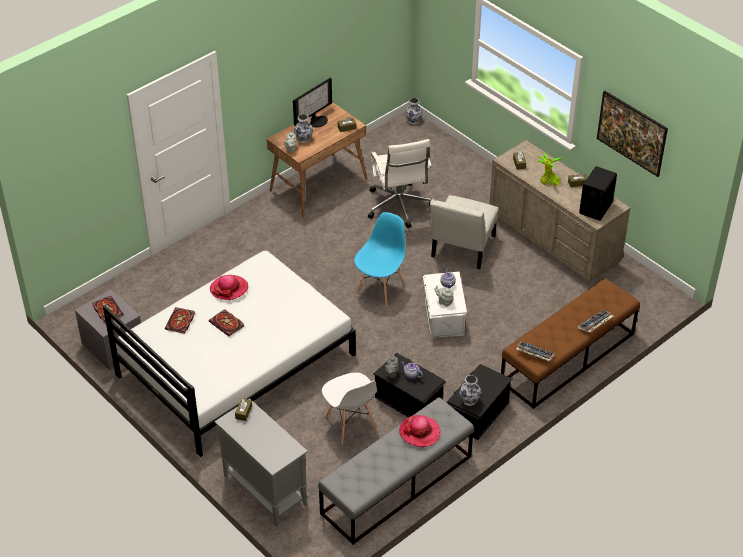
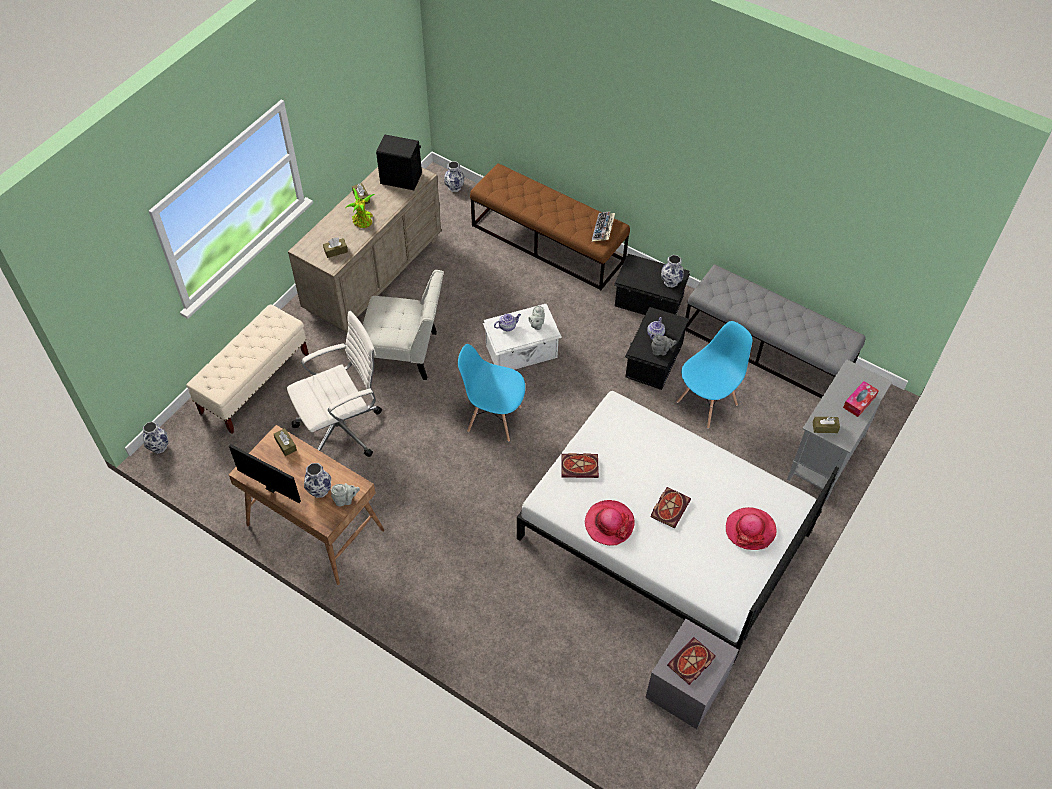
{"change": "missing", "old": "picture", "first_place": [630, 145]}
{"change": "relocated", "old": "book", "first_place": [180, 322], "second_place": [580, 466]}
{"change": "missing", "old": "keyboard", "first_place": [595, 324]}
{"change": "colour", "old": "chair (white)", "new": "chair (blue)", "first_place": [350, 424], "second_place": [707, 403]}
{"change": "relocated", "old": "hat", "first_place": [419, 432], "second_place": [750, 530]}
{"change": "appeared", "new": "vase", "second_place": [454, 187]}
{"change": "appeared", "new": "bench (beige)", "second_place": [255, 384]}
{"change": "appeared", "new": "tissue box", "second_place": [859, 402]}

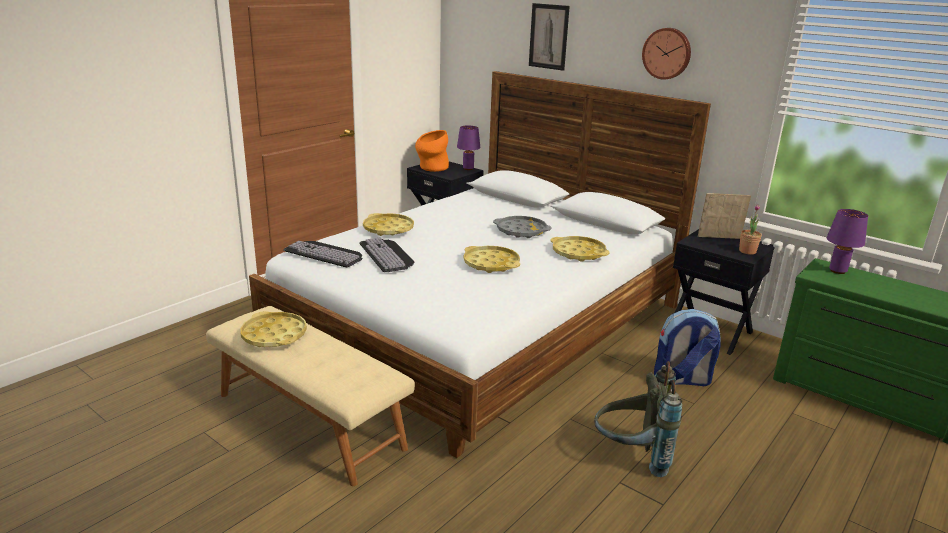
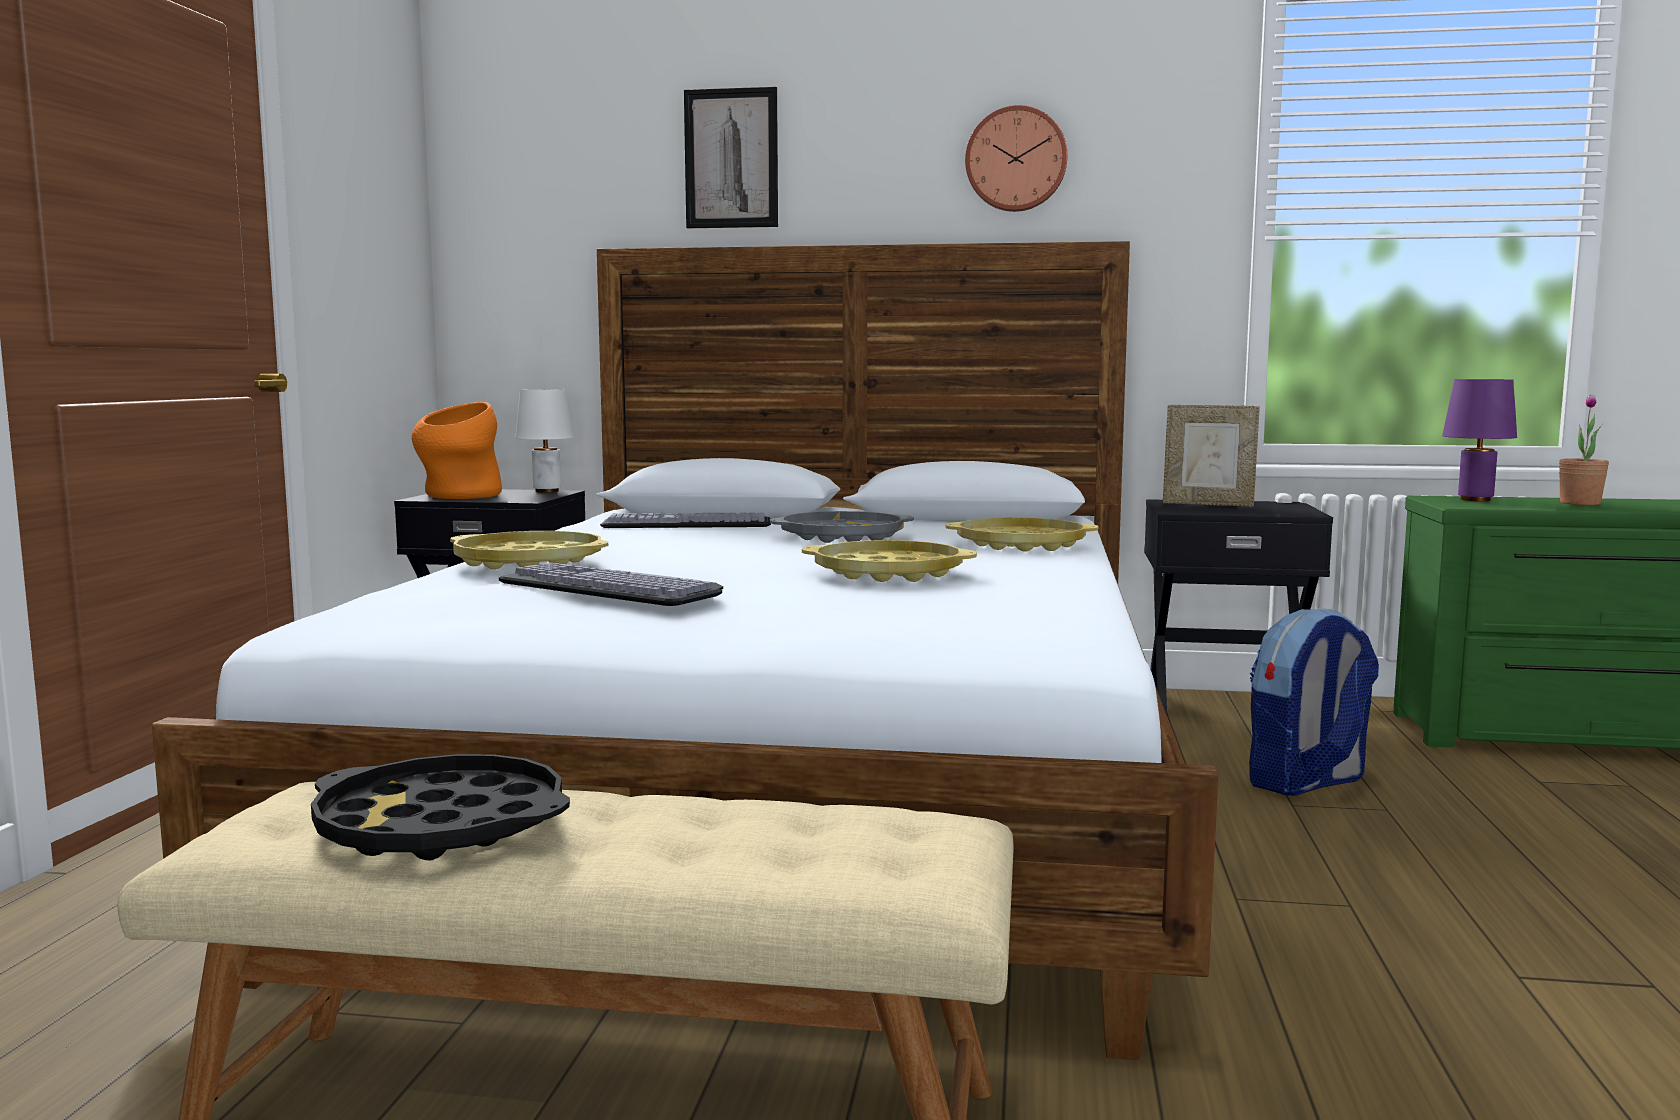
{"change": "colour", "old": "table lamp (purple)", "new": "table lamp (white)", "first_place": [468, 169], "second_place": [547, 491]}
{"change": "spun", "old": "picture frame", "first_place": [719, 238], "second_place": [1208, 504], "degrees": -135}
{"change": "relocated", "old": "potted plant", "first_place": [747, 251], "second_place": [1580, 503]}
{"change": "relocated", "old": "keyboard", "first_place": [326, 253], "second_place": [689, 522]}
{"change": "colour", "old": "tray (yellow)", "new": "tray (black)", "first_place": [274, 335], "second_place": [441, 826]}
{"change": "missing", "old": "backpack (grey)", "first_place": [631, 456]}

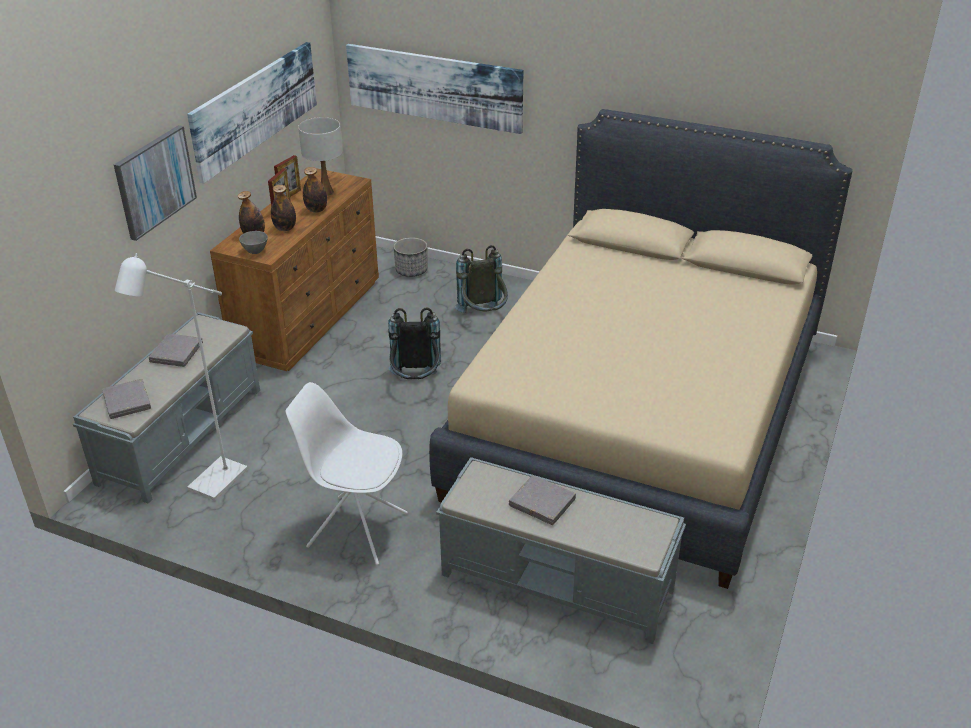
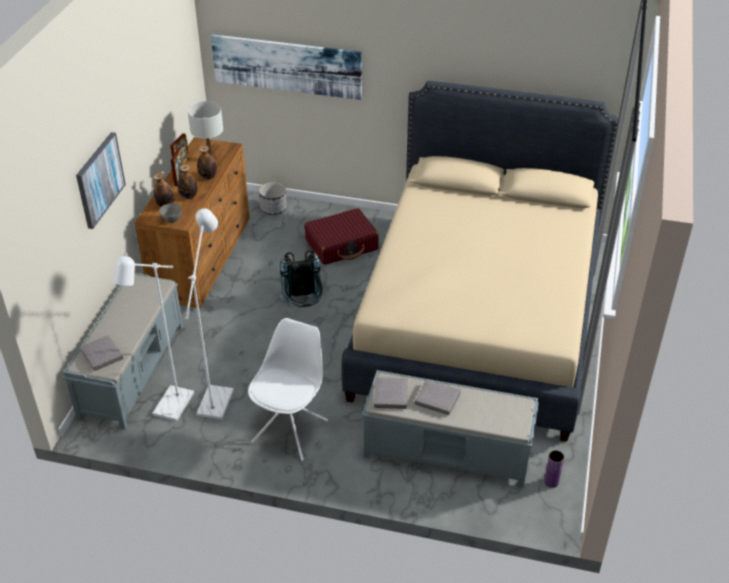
{"change": "missing", "old": "picture", "first_place": [255, 108]}
{"change": "exchanged", "old": "backpack (grey)", "new": "suitcase (red)", "first_place": [484, 317], "second_place": [342, 245]}
{"change": "relocated", "old": "book (grey)", "first_place": [176, 353], "second_place": [390, 395]}
{"change": "spun", "old": "chair (white)", "first_place": [355, 529], "second_place": [291, 430], "degrees": 105}
{"change": "appeared", "new": "floor lamp (white)", "second_place": [217, 396]}
{"change": "appeared", "new": "vase (purple)", "second_place": [551, 482]}

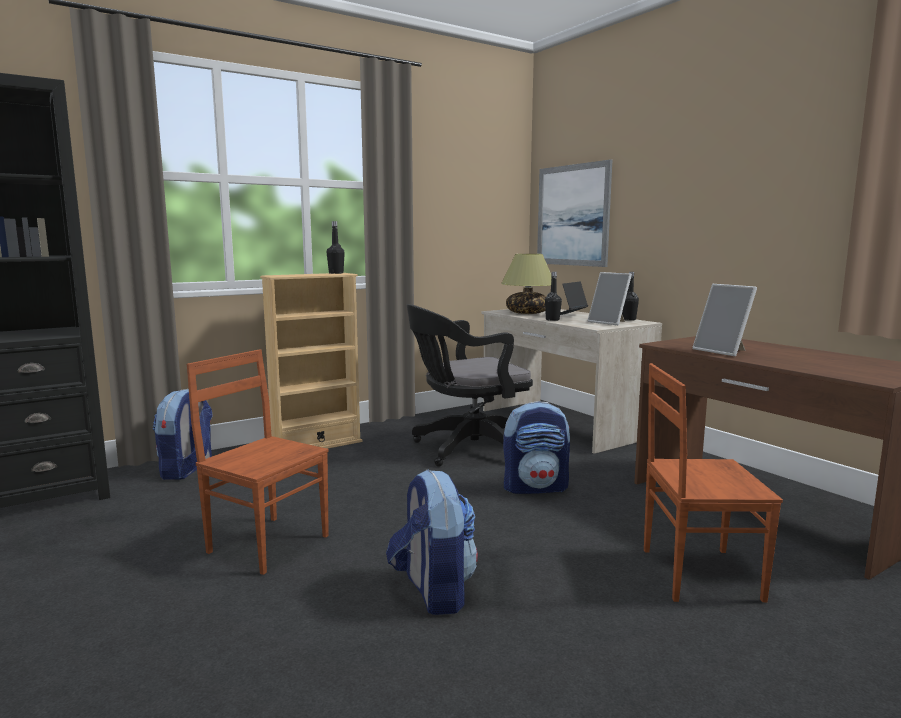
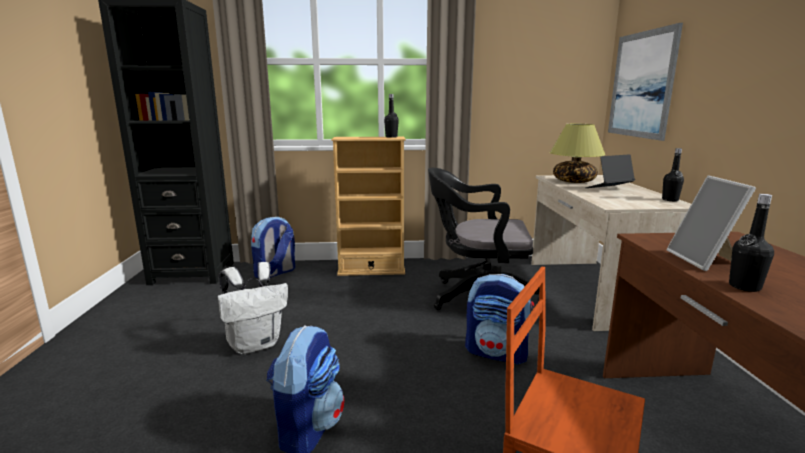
{"change": "relocated", "old": "bottle (black)", "first_place": [552, 320], "second_place": [744, 287]}
{"change": "missing", "old": "picture frame", "first_place": [609, 322]}
{"change": "exchanged", "old": "chair (brown)", "new": "backpack (white)", "first_place": [268, 543], "second_place": [256, 344]}

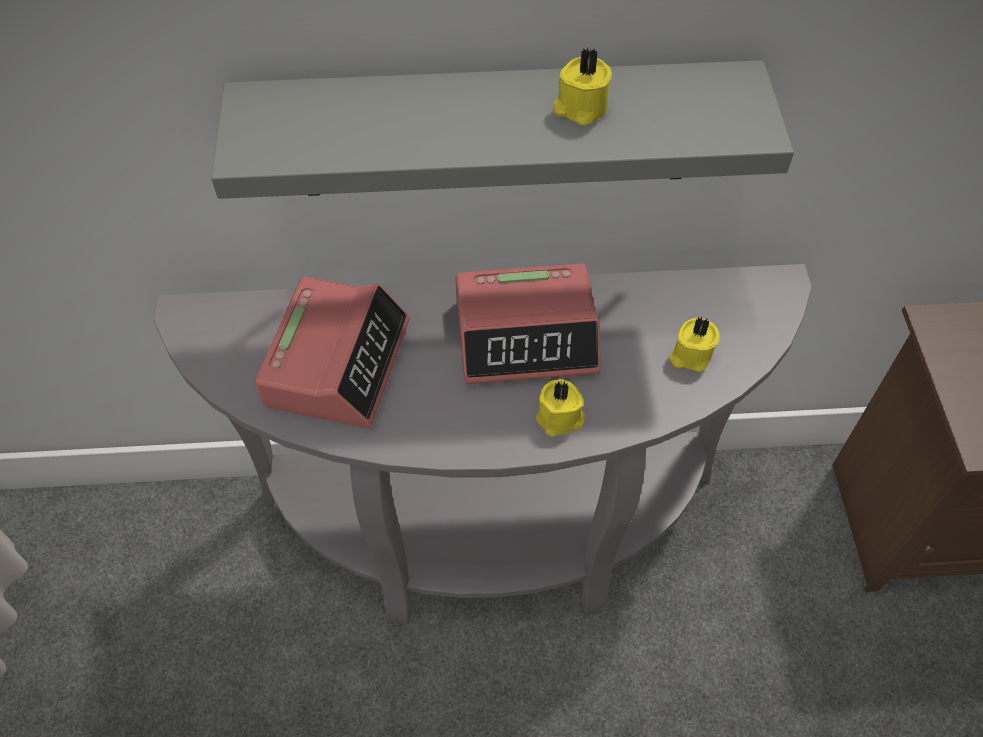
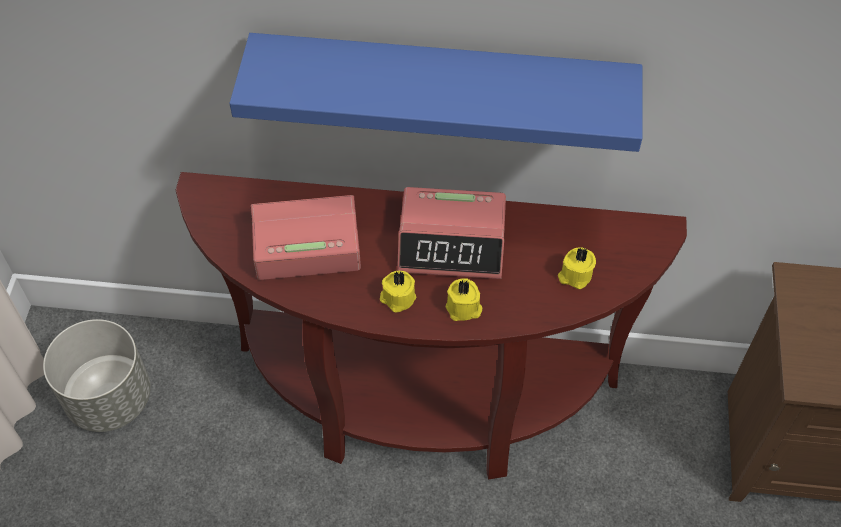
{"change": "relocated", "old": "candle (yellow)", "first_place": [580, 108], "second_place": [397, 298]}
{"change": "colour", "old": "shelf (grey)", "new": "shelf (blue)", "first_place": [496, 130], "second_place": [442, 87]}
{"change": "colour", "old": "console table (grey)", "new": "console table (brown)", "first_place": [490, 536], "second_place": [421, 404]}
{"change": "spun", "old": "alarm clock", "first_place": [337, 362], "second_place": [306, 242], "degrees": -120}
{"change": "appeared", "new": "planter (grey)", "second_place": [110, 399]}

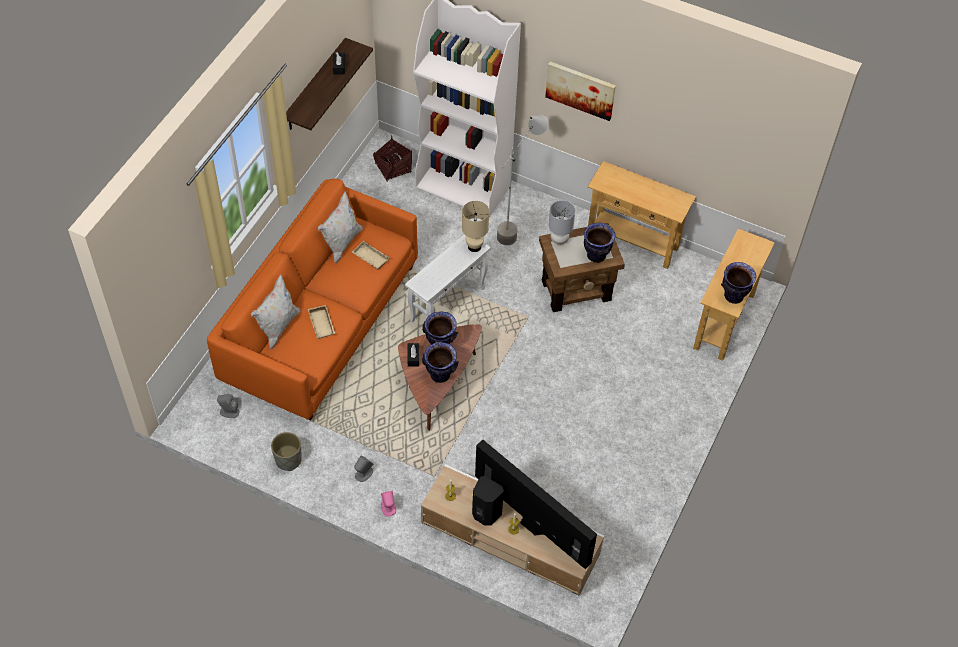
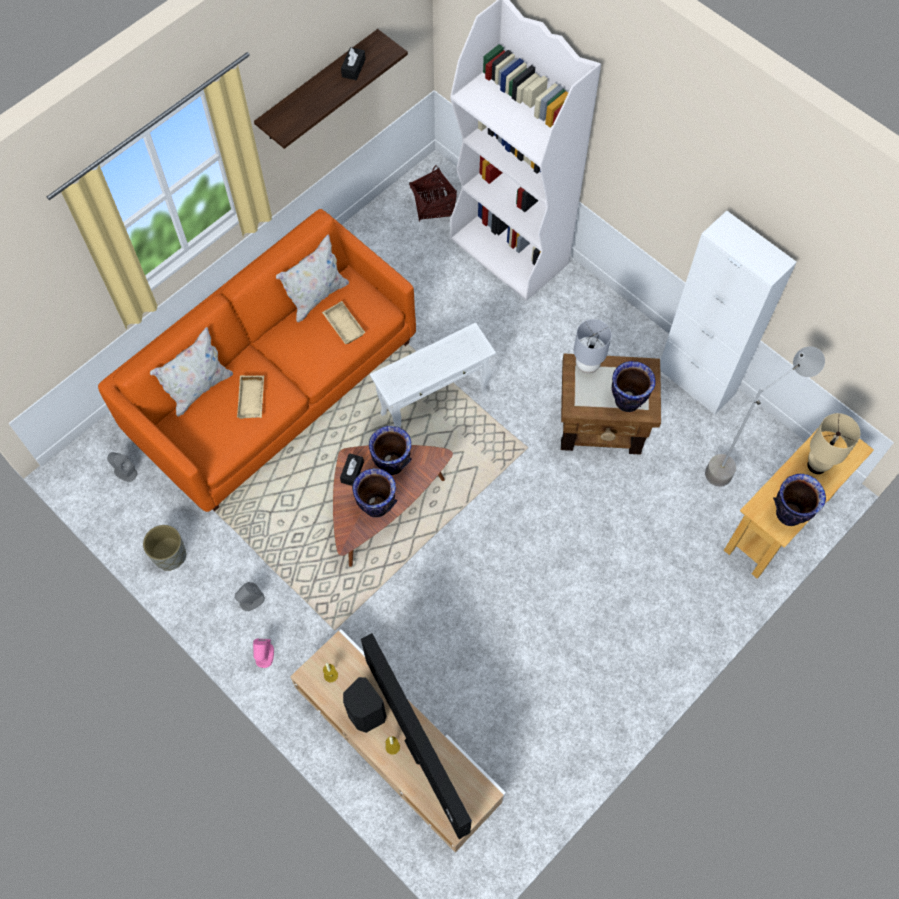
{"change": "missing", "old": "picture", "first_place": [580, 90]}
{"change": "relocated", "old": "floor lamp (grey)", "first_place": [517, 227], "second_place": [737, 463]}
{"change": "exchanged", "old": "console table (beige)", "new": "cabinet (white)", "first_place": [632, 242], "second_place": [696, 381]}
{"change": "relocated", "old": "table lamp (beige)", "first_place": [474, 247], "second_place": [817, 466]}

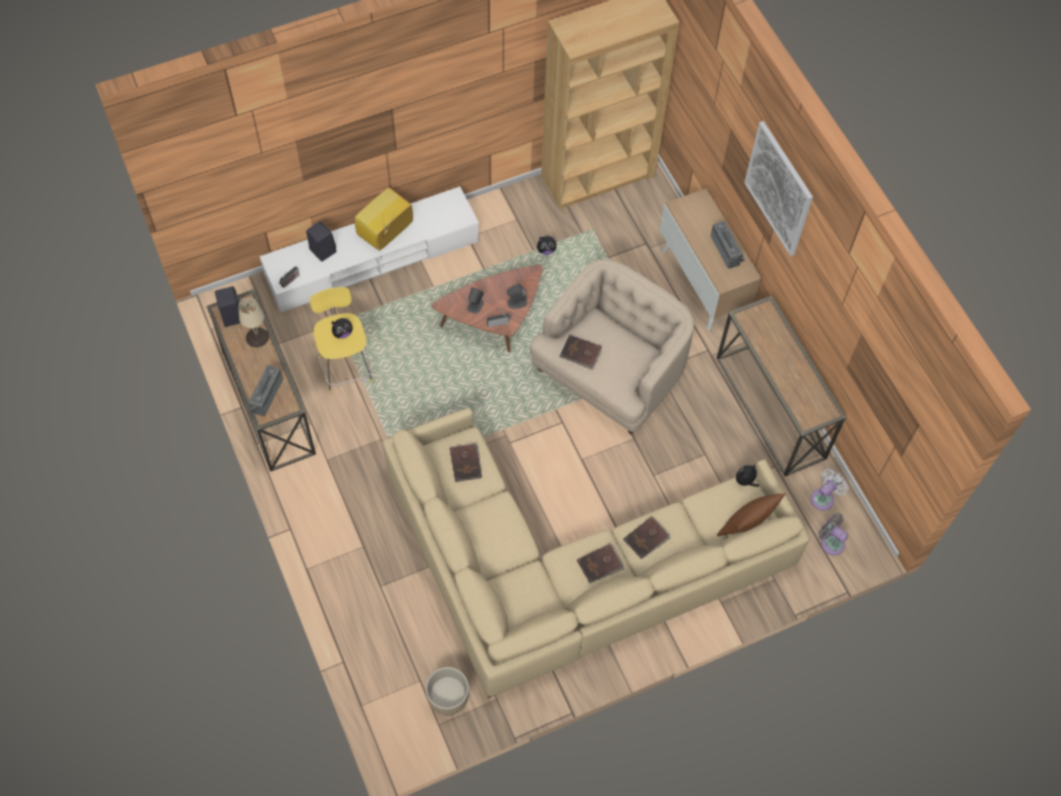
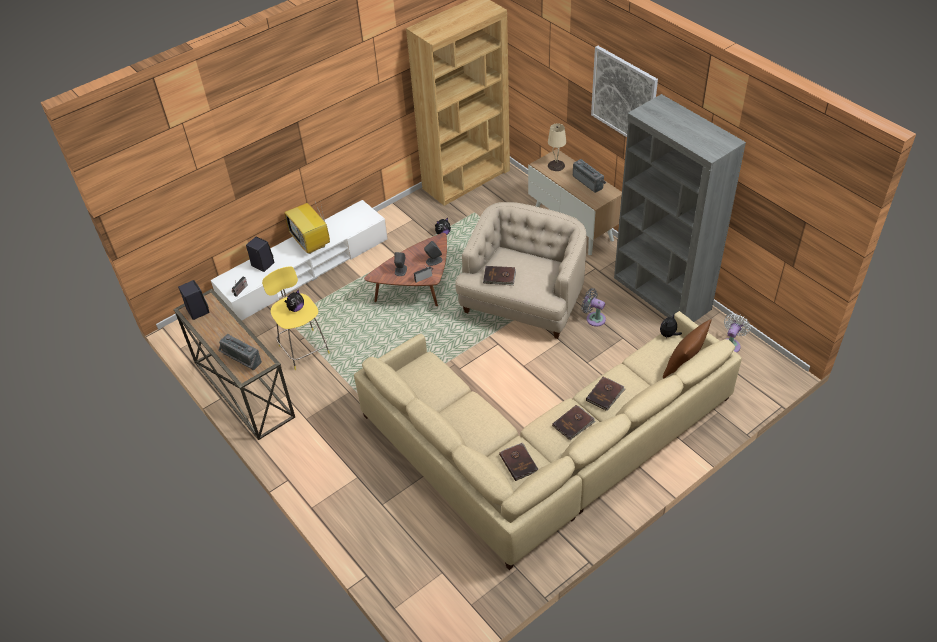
{"change": "spun", "old": "television", "first_place": [385, 234], "second_place": [311, 242], "degrees": -60}
{"change": "exchanged", "old": "console table", "new": "bookcase (grey)", "first_place": [771, 407], "second_place": [661, 294]}
{"change": "relocated", "old": "table lamp (beige)", "first_place": [257, 337], "second_place": [556, 165]}
{"change": "spun", "old": "radio", "first_place": [265, 395], "second_place": [241, 360], "degrees": -60}
{"change": "relocated", "old": "book (brown)", "first_place": [466, 463], "second_place": [519, 462]}
{"change": "relocated", "old": "fan (grey)", "first_place": [830, 542], "second_place": [593, 318]}
{"change": "missing", "old": "planter (beige)", "first_place": [448, 699]}

